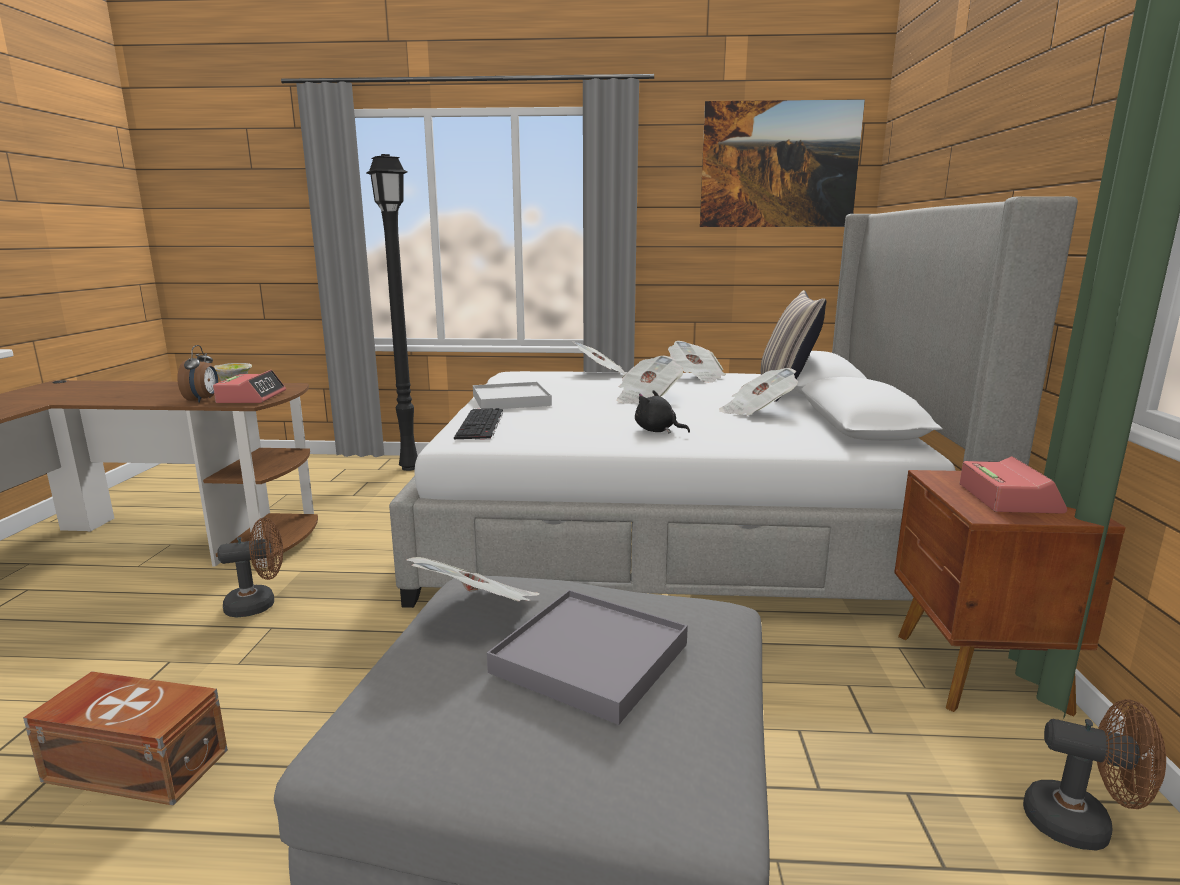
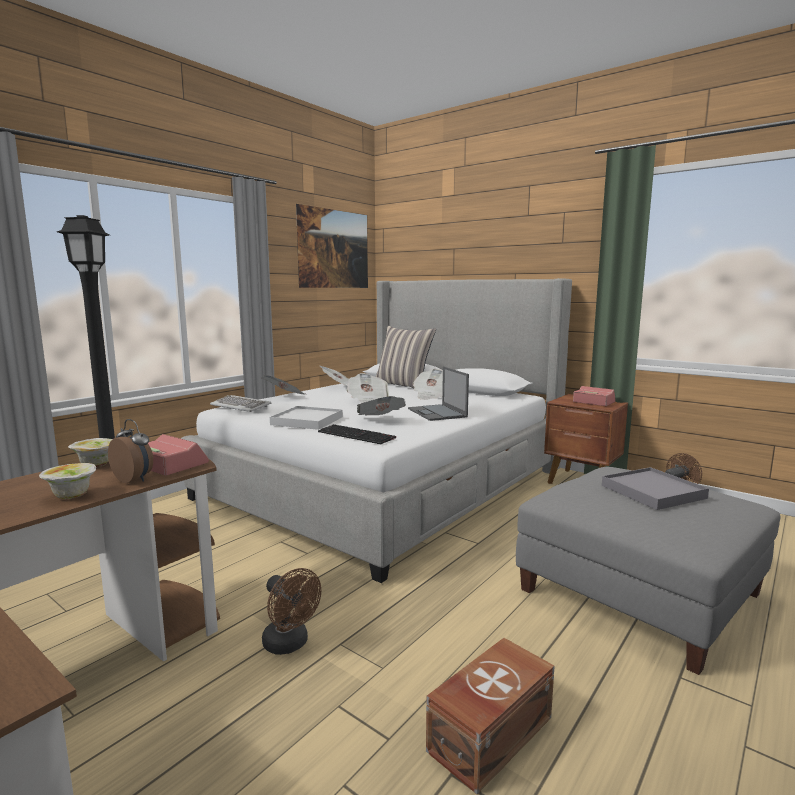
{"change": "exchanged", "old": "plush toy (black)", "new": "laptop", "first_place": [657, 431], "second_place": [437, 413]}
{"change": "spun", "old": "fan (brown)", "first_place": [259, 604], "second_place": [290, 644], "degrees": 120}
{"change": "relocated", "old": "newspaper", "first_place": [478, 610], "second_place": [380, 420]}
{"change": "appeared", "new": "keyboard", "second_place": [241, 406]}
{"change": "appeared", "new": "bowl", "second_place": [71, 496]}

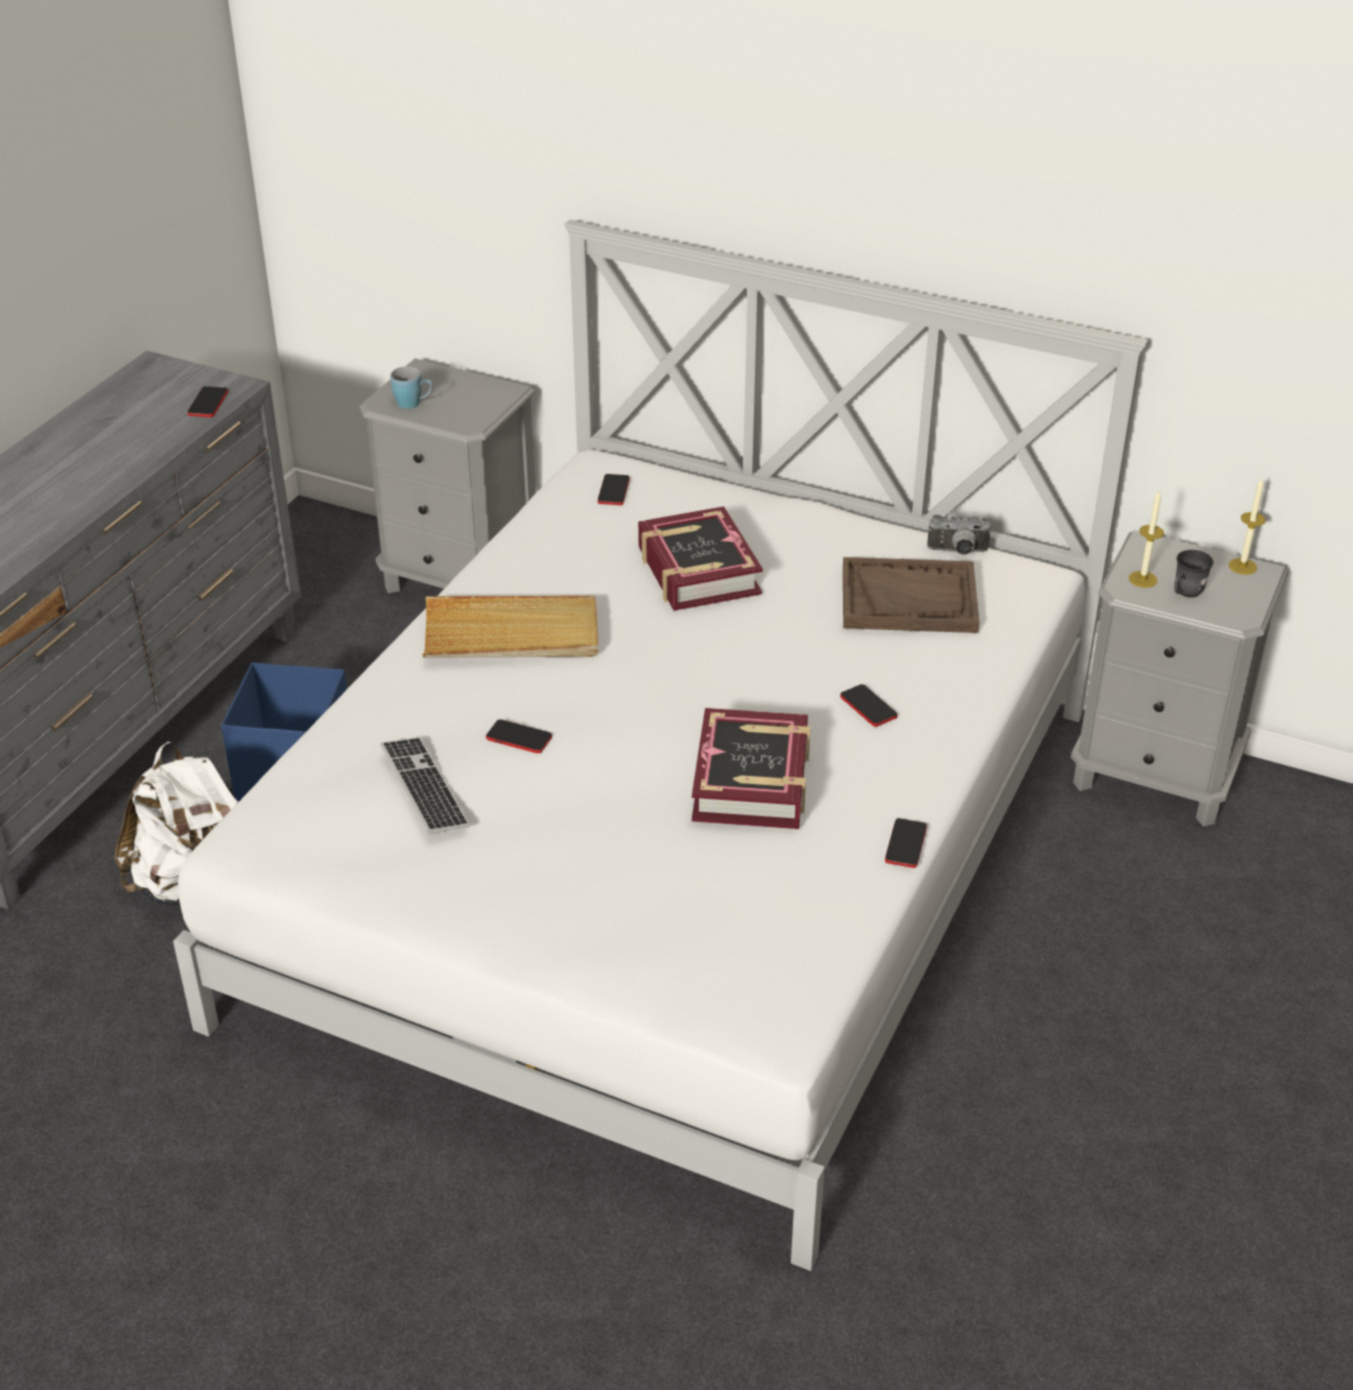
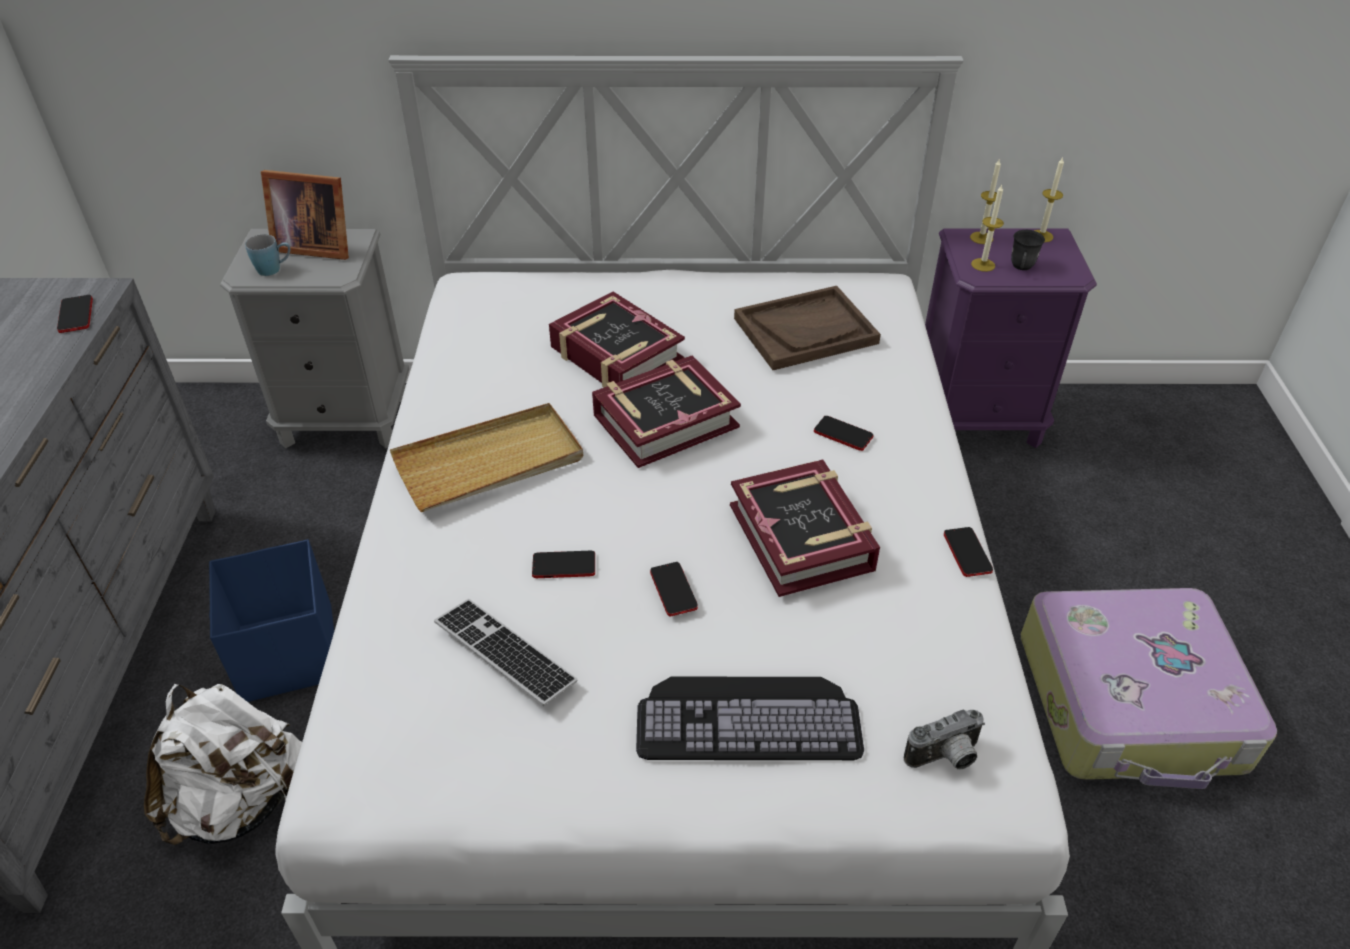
{"change": "relocated", "old": "phone", "first_place": [613, 491], "second_place": [673, 590]}
{"change": "relocated", "old": "photo camera", "first_place": [958, 552], "second_place": [945, 758]}
{"change": "colour", "old": "nightstand (grey)", "new": "nightstand (purple)", "first_place": [1155, 775], "second_place": [976, 418]}
{"change": "appeared", "new": "candle", "second_place": [981, 238]}
{"change": "appeared", "new": "picture frame", "second_place": [314, 246]}
{"change": "appeared", "new": "book", "second_place": [665, 421]}
{"change": "appeared", "new": "suitcase", "second_place": [1131, 703]}
{"change": "appeared", "new": "keyboard", "second_place": [750, 717]}

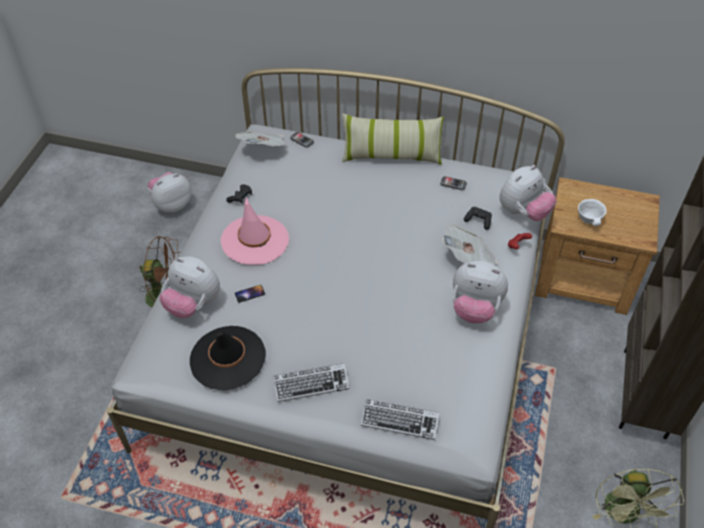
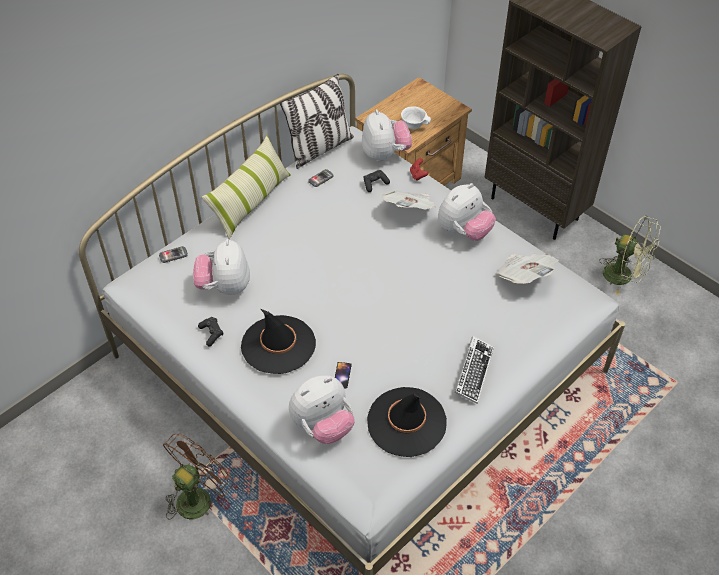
{"change": "relocated", "old": "newspaper", "first_place": [264, 148], "second_place": [524, 276]}
{"change": "relocated", "old": "plush toy", "first_place": [172, 204], "second_place": [225, 286]}
{"change": "colour", "old": "hat (pink)", "new": "hat (black)", "first_place": [255, 240], "second_place": [278, 344]}
{"change": "missing", "old": "keyboard", "first_place": [400, 421]}
{"change": "appeared", "new": "pillow", "second_place": [320, 148]}

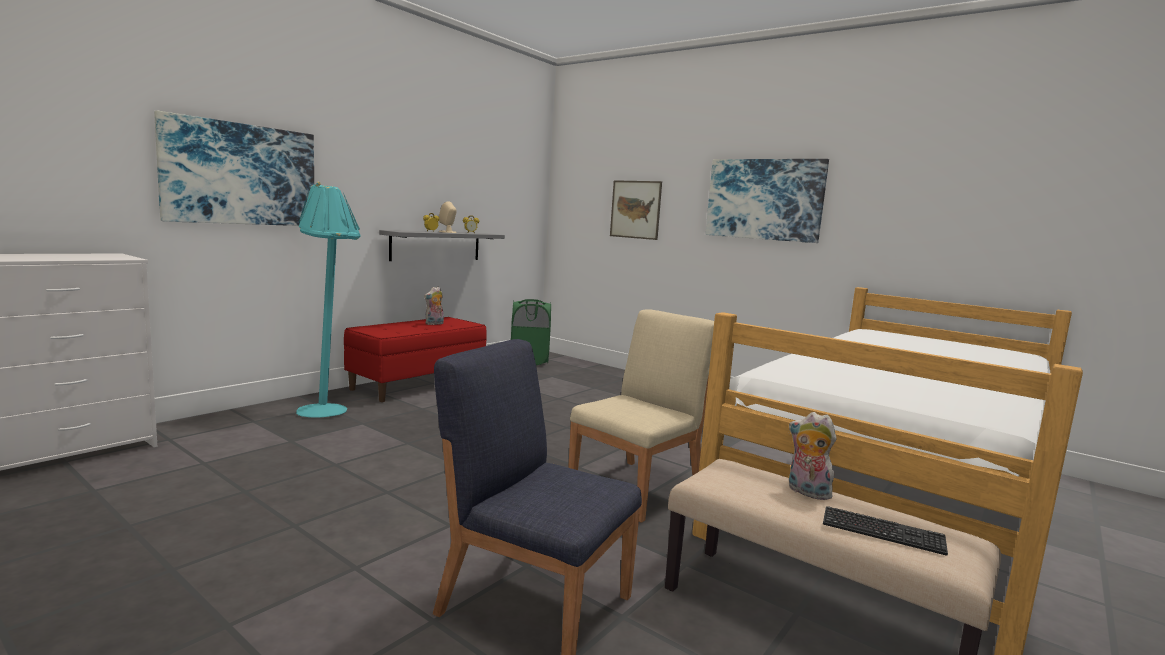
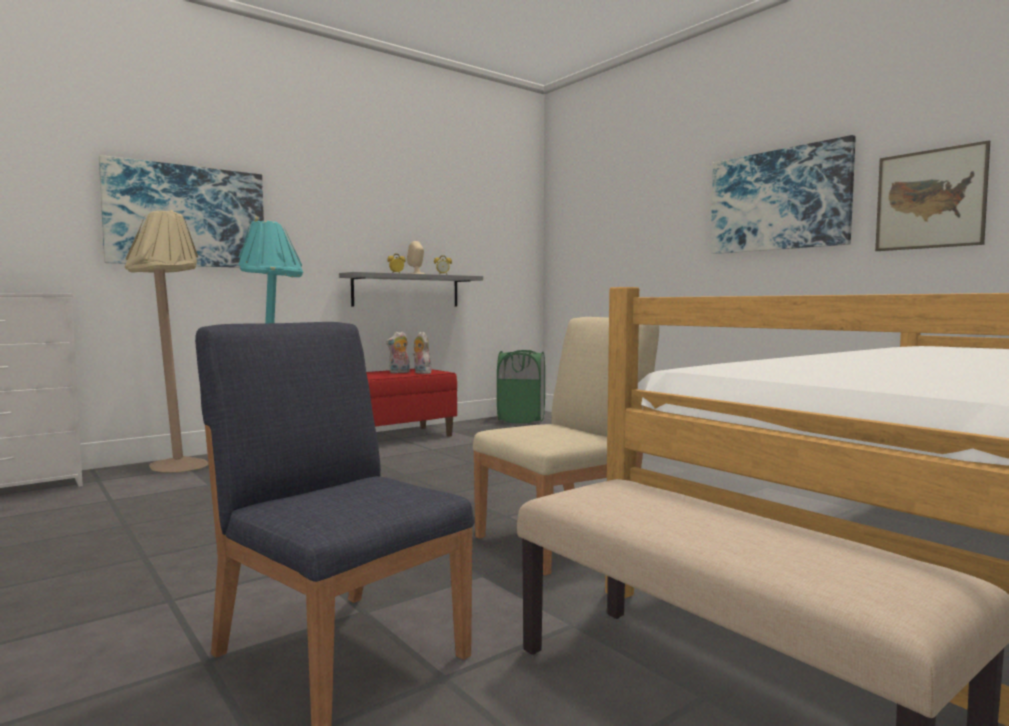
{"change": "relocated", "old": "picture", "first_place": [635, 209], "second_place": [930, 199]}
{"change": "relocated", "old": "plush toy", "first_place": [806, 492], "second_place": [421, 373]}
{"change": "missing", "old": "keyboard", "first_place": [882, 532]}
{"change": "appeared", "new": "floor lamp (beige)", "second_place": [172, 470]}

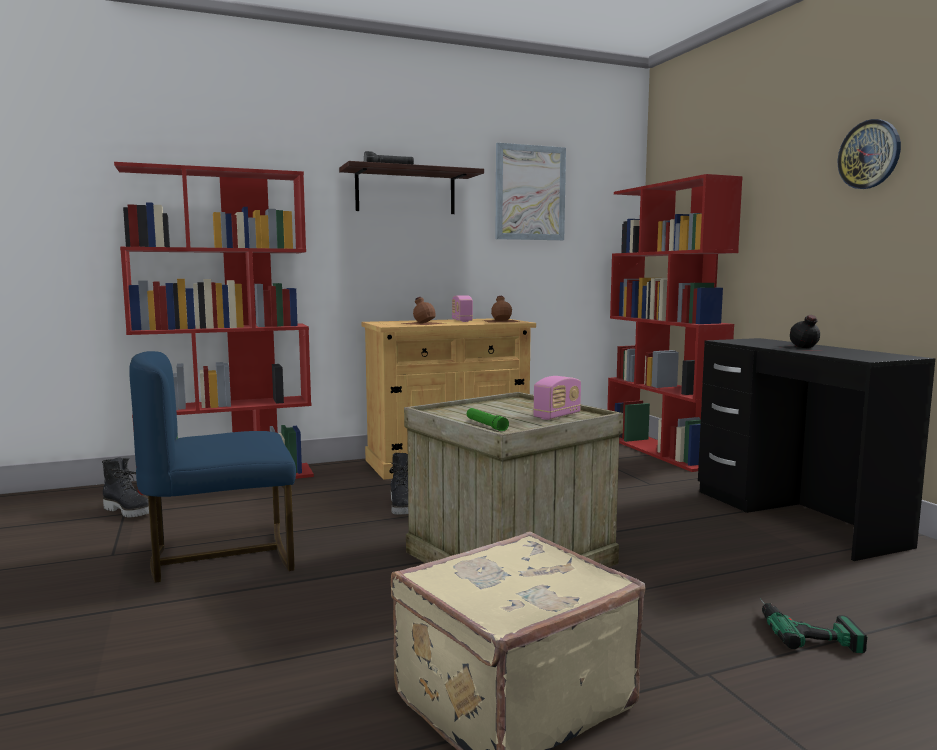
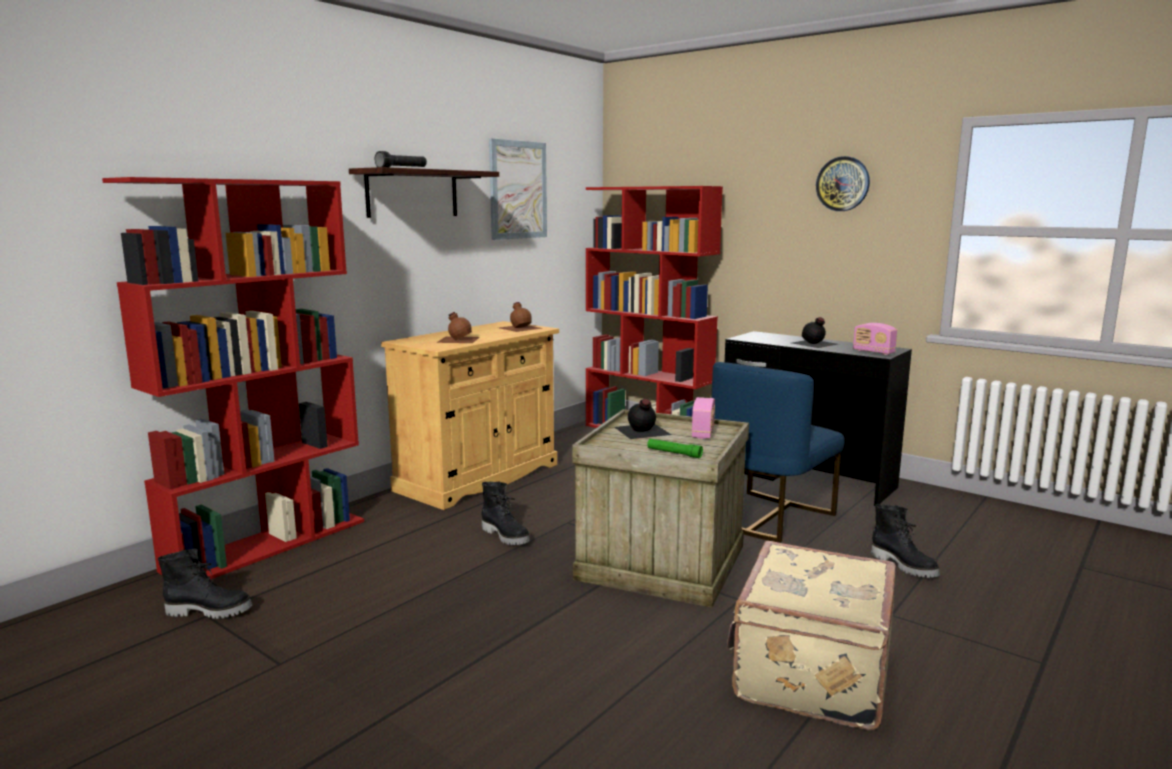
{"change": "relocated", "old": "radio", "first_place": [462, 320], "second_place": [873, 352]}
{"change": "relocated", "old": "chair (blue)", "first_place": [222, 555], "second_place": [769, 517]}
{"change": "exchanged", "old": "power drill", "new": "boot (black)", "first_place": [804, 628], "second_place": [904, 565]}
{"change": "appeared", "new": "bottle (black)", "second_place": [642, 431]}

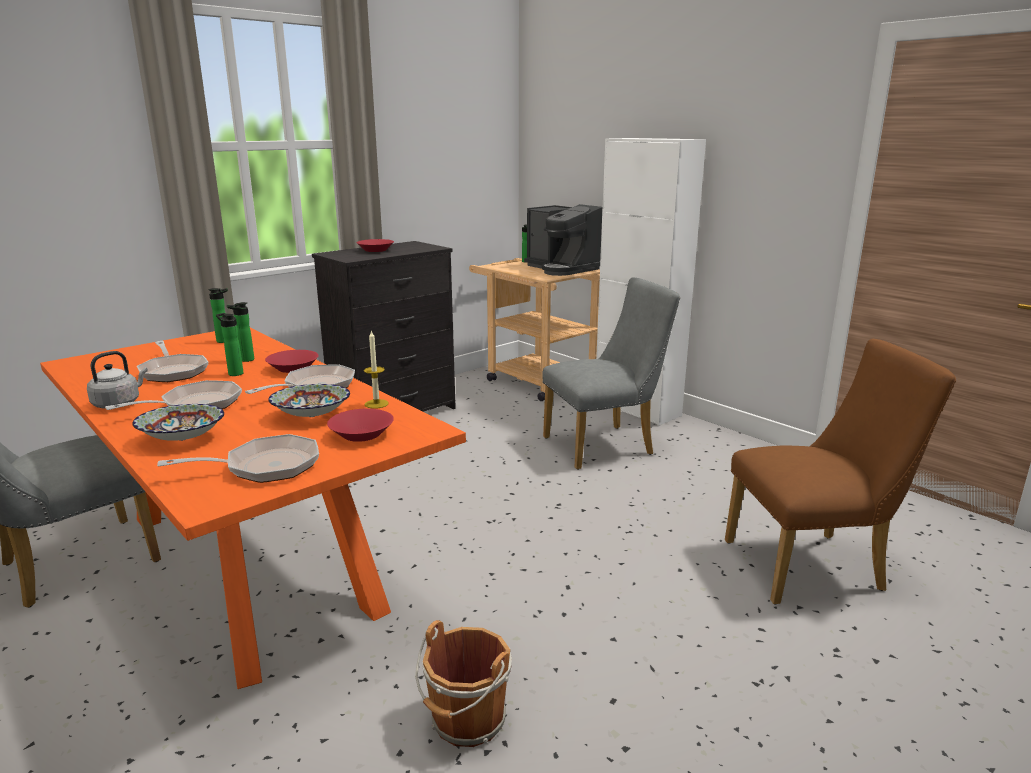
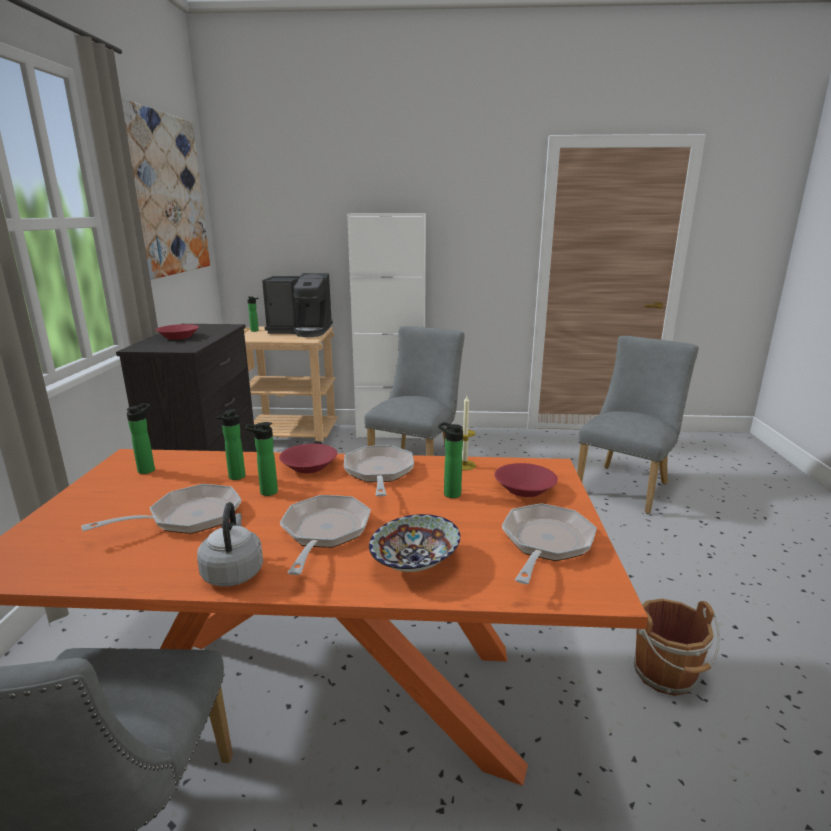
{"change": "colour", "old": "chair (brown)", "new": "chair (grey)", "first_place": [813, 566], "second_place": [626, 485]}
{"change": "spun", "old": "frying pan", "first_place": [173, 371], "second_place": [188, 517], "degrees": -45}
{"change": "exchanged", "old": "bowl", "new": "bottle", "first_place": [312, 415], "second_place": [450, 493]}
{"change": "appeared", "new": "picture", "second_place": [164, 195]}

